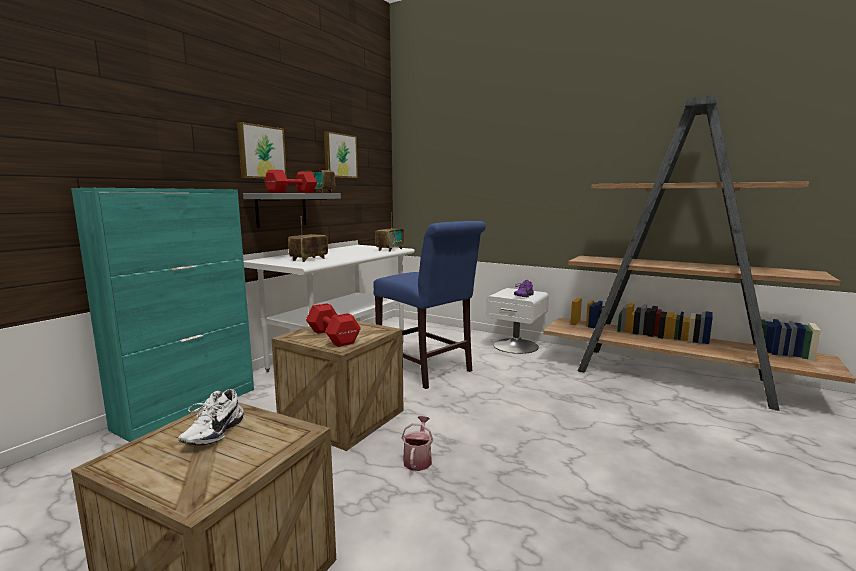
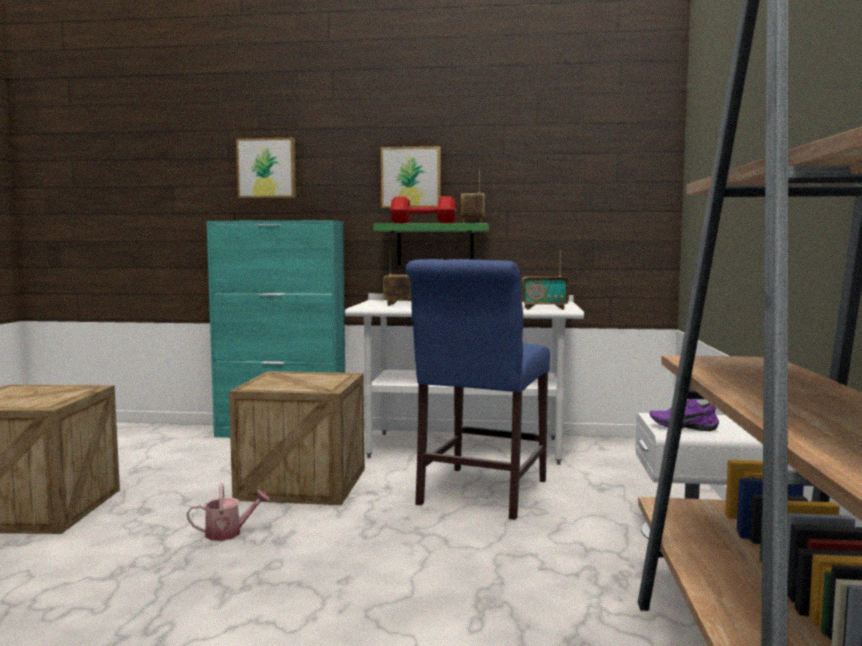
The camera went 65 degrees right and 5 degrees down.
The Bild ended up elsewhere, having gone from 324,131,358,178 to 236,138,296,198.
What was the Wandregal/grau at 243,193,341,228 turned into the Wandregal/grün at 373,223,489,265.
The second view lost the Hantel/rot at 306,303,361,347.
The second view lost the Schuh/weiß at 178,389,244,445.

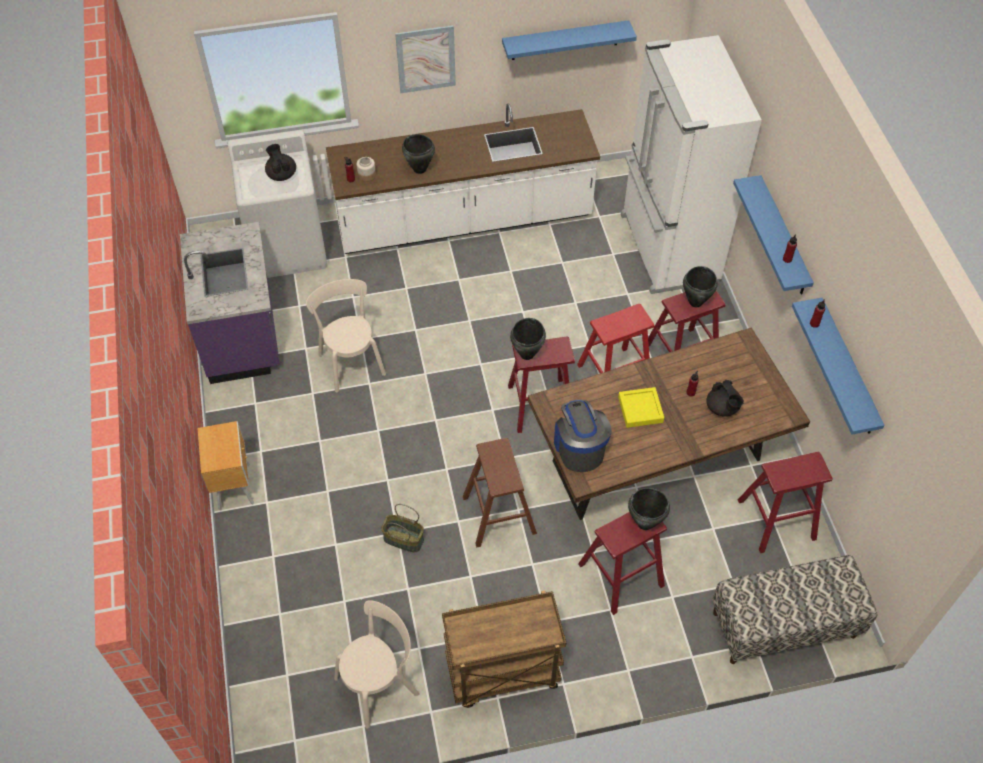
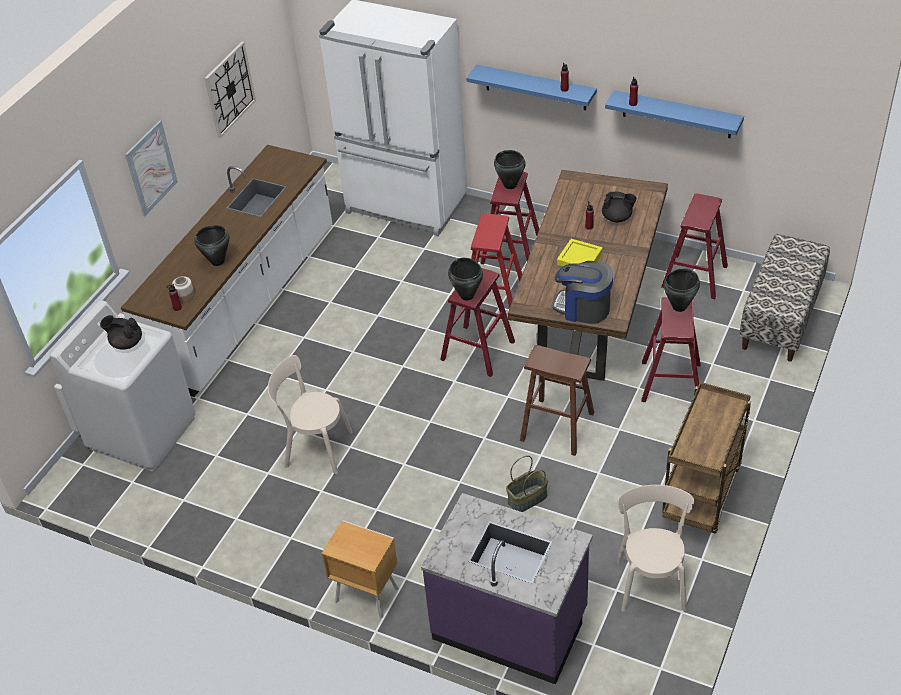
The camera went 50 degrees left and 10 degrees down.
Where the Wandregal/blau hung at 502,20,637,60, the Wanduhr came to hang at 204,42,256,138.
The Küchenzeile/lila ended up elsewhere, having gone from 180,222,280,384 to 421,493,593,685.

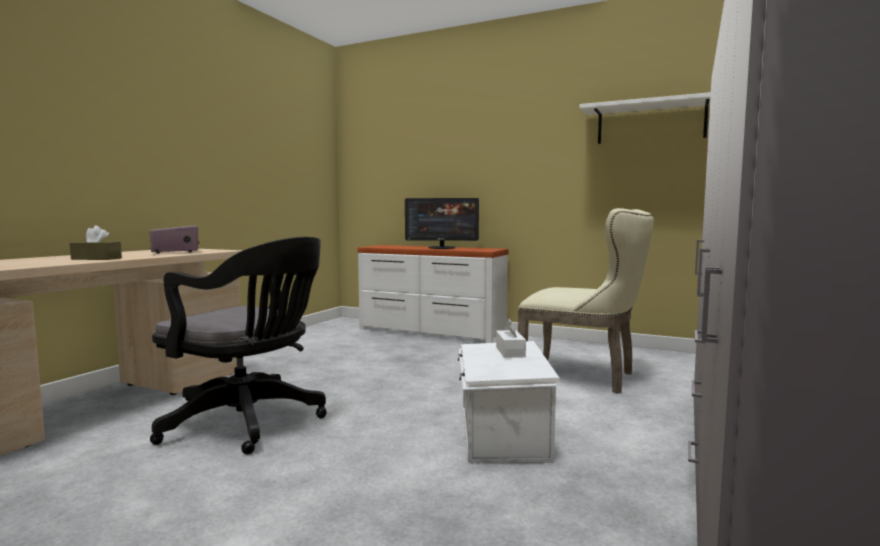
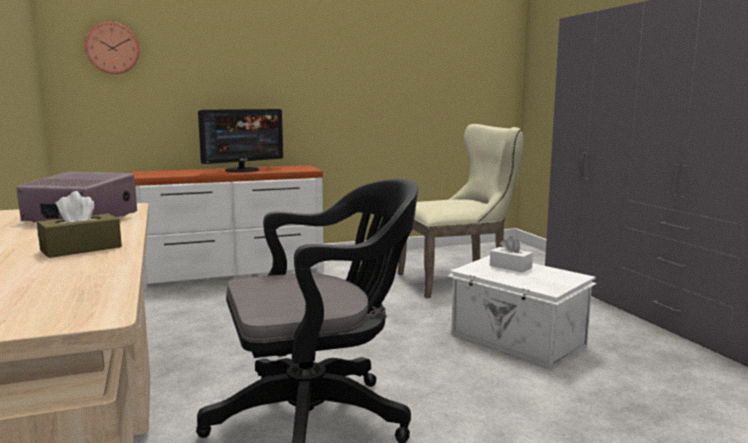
The camera went 45 degrees left and 5 degrees up.
The second view lost the Wandregal/weiß at 579,92,711,144.
The second view gained the Wanduhr at 85,22,139,74.

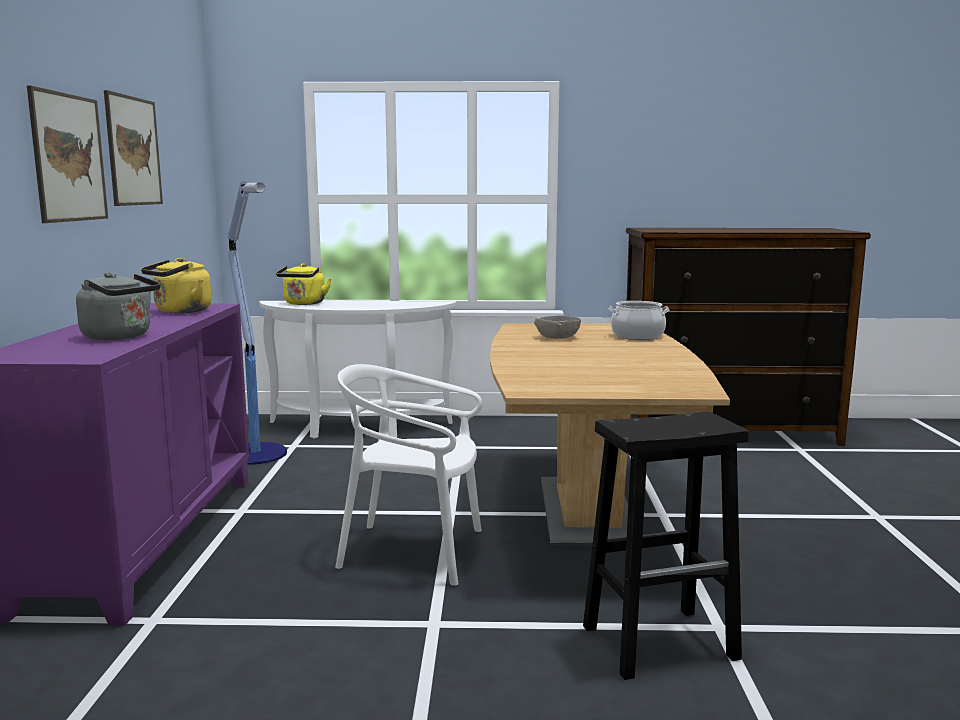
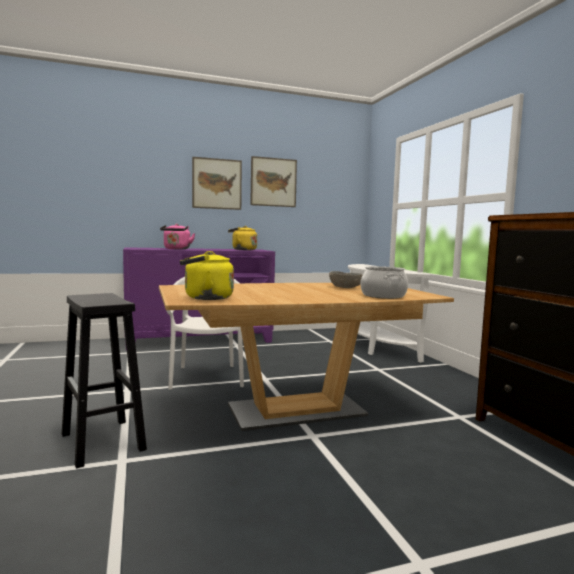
The camera went 70 degrees right and 5 degrees down.
The second view lost the Stehlampe at 228,181,287,465.
The Wasserkessel/gelb ended up elsewhere, having gone from 276,263,332,305 to 180,251,234,300.
What was the Wasserkessel/grau at 76,272,161,340 turned into the Wasserkessel/rosa at 160,224,195,249.

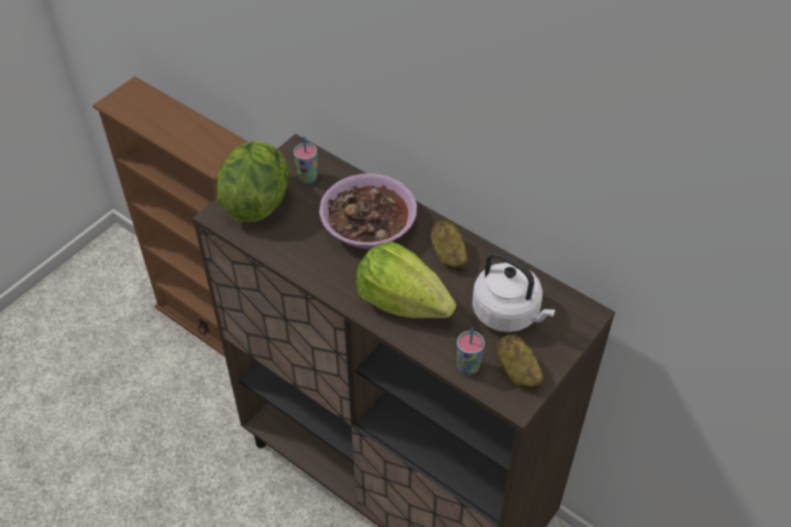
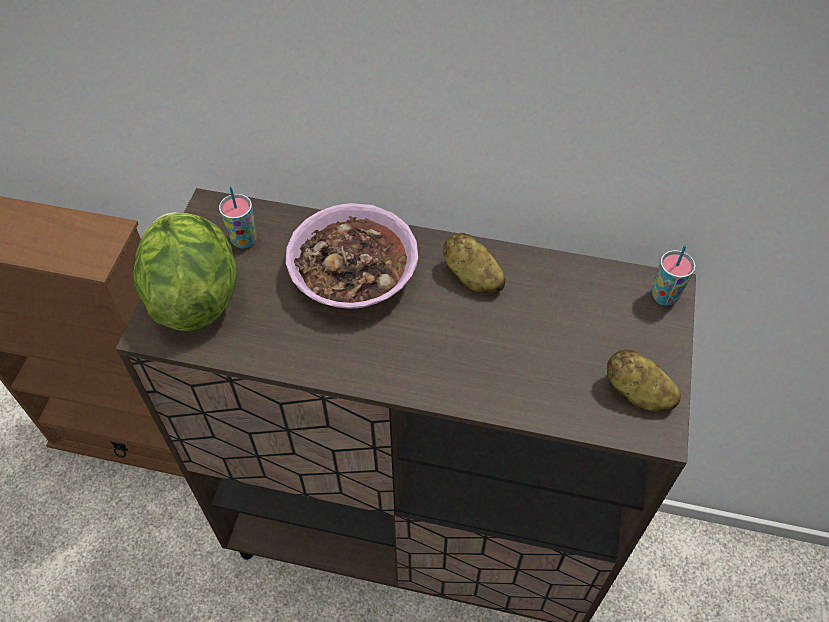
The camera went 25 degrees left and 5 degrees up.
The second view lost the Salatkopf at 356,242,456,318.
The second view lost the Wasserkessel/weiß at 472,252,555,332.
The Tasse ended up elsewhere, having gone from 457,328,485,375 to 652,245,696,306.

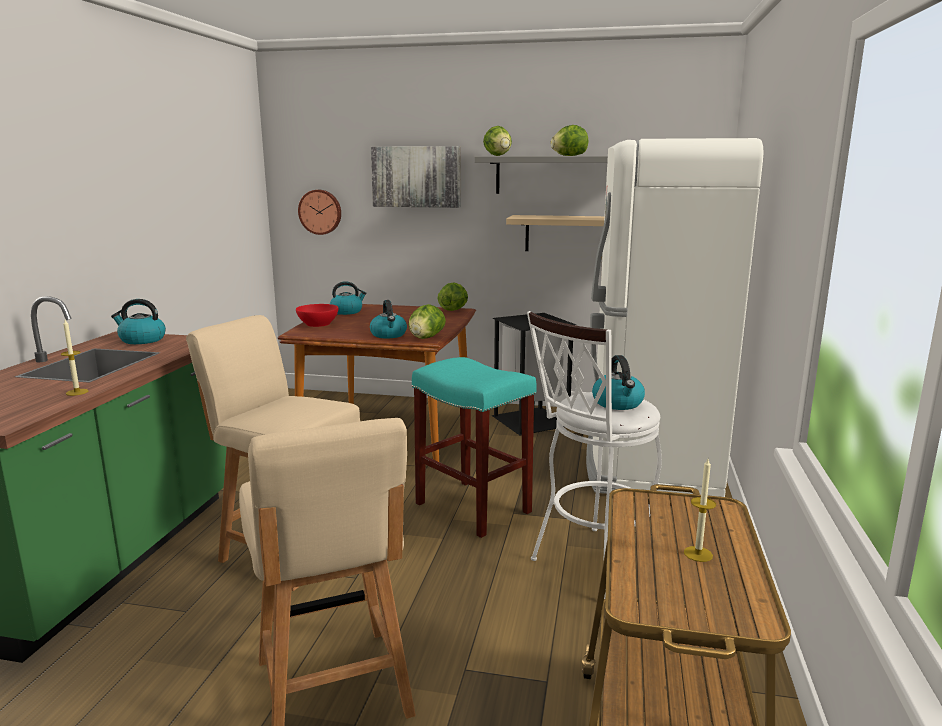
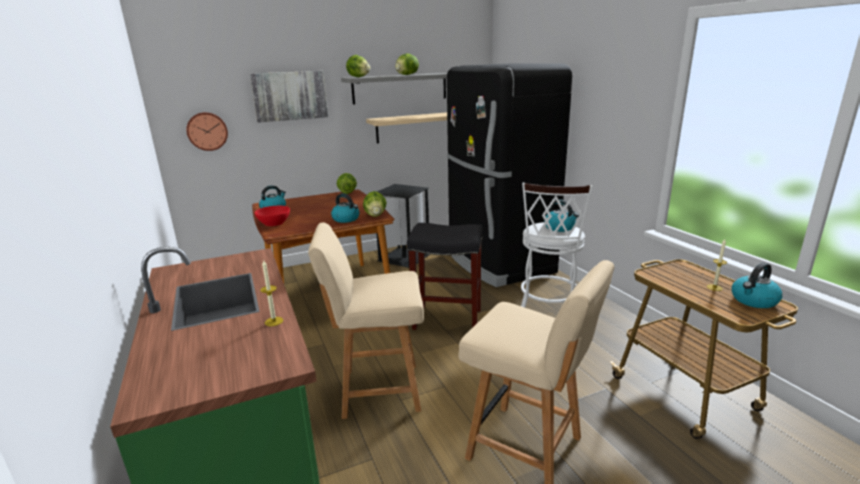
The camera went 35 degrees left and 5 degrees up.
What was the Kühlschrank/weiß at 586,138,763,497 turned into the Kühlschrank/schwarz at 447,63,572,287.
The Wasserkessel ended up elsewhere, having gone from 111,299,166,344 to 732,263,782,308.
What was the Hocker/türkis at 412,357,537,538 turned into the Hocker/schwarz at 407,223,483,330.

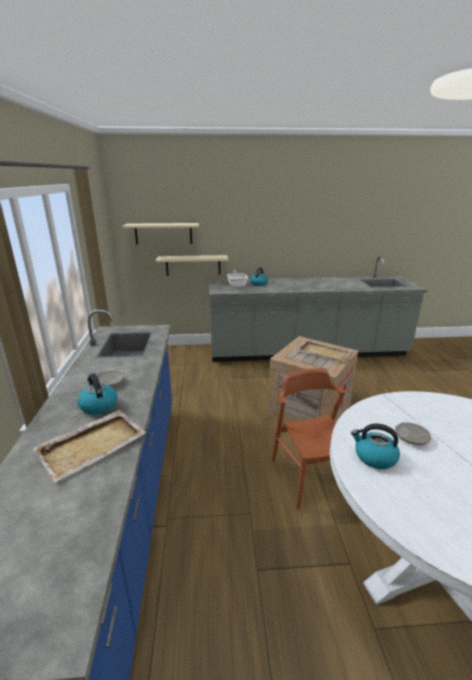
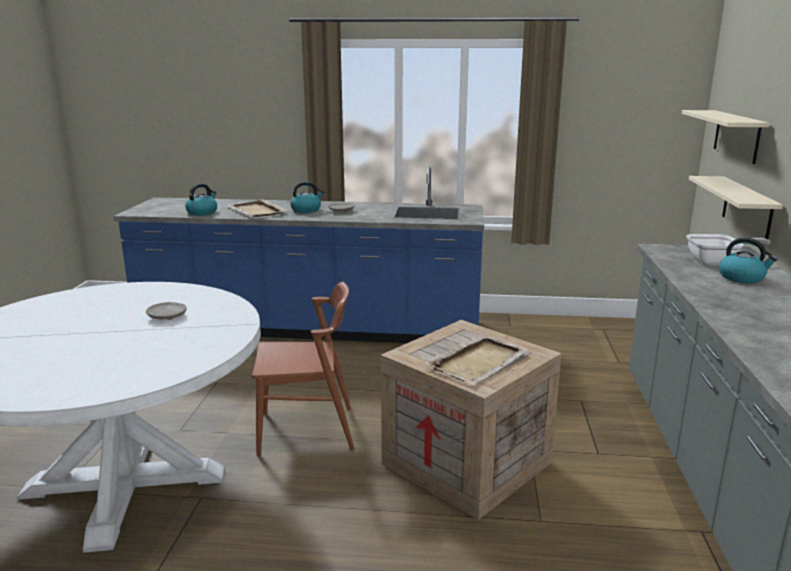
The camera went 100 degrees right and 5 degrees down.
The Wasserkessel ended up elsewhere, having gone from 351,423,400,469 to 185,183,217,216.

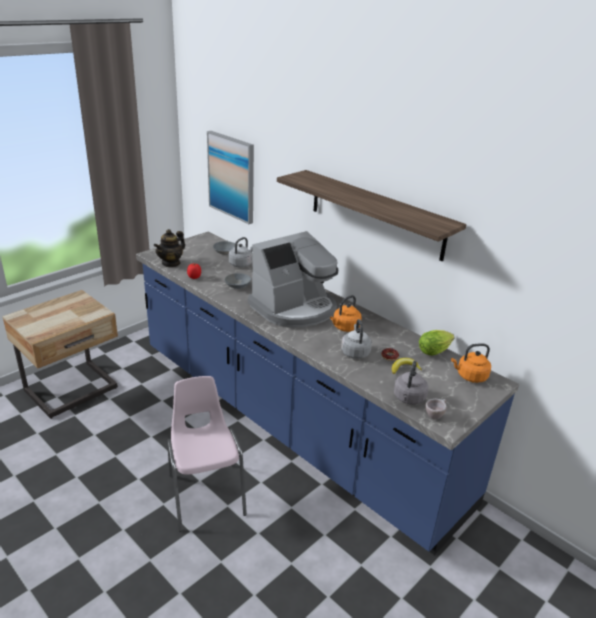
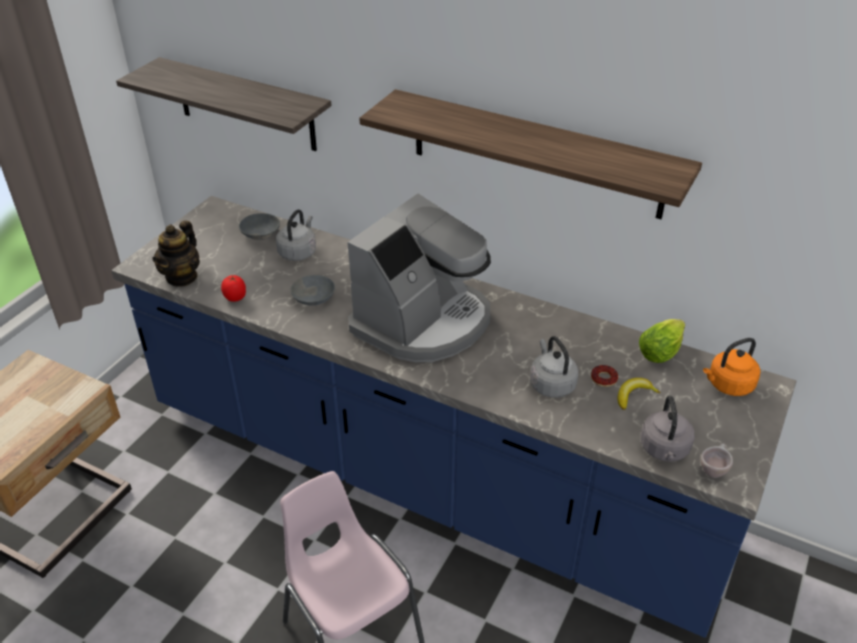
The camera went 15 degrees left and 10 degrees up.
Where the Bild hung at 207,131,254,224, the Wandregal came to hang at 116,57,331,151.
The second view lost the Wasserkessel/orange at 330,295,362,332.

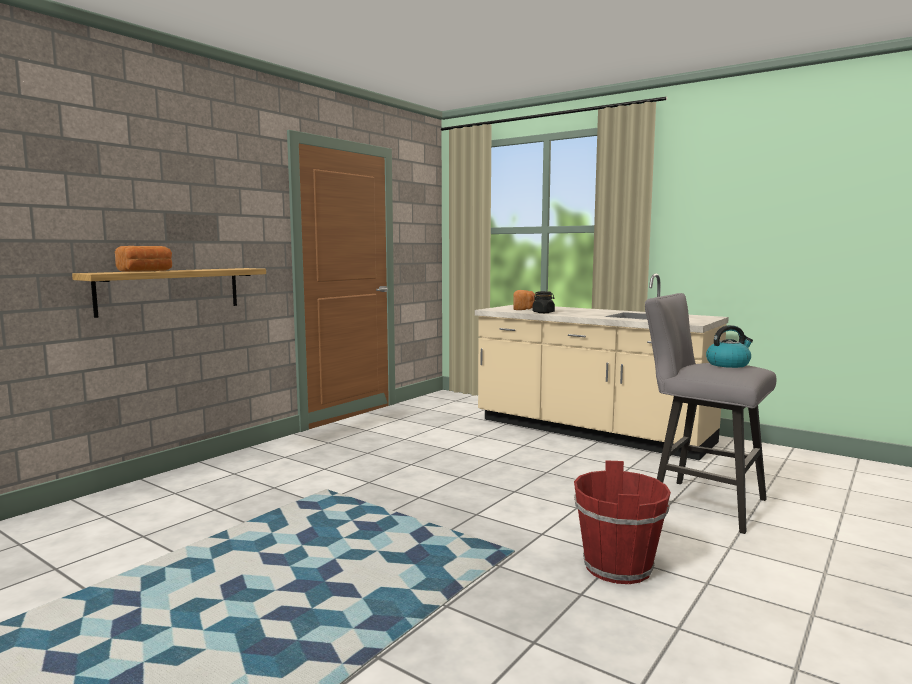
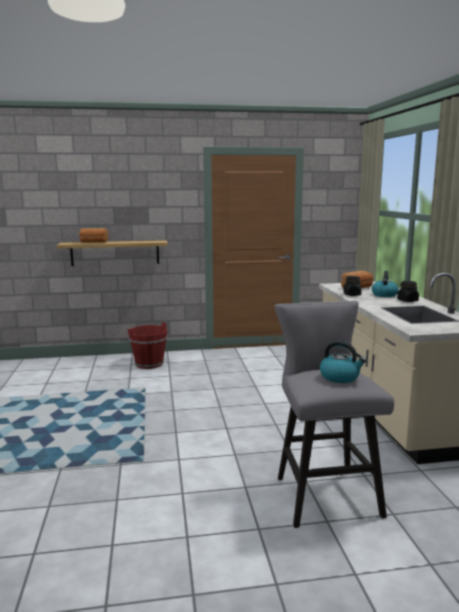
The camera went 45 degrees right and 5 degrees up.
The Eimer/rot ended up elsewhere, having gone from 574,460,671,584 to 128,322,168,369.
The second view gained the Wasserkessel at 372,271,399,297.
The second view gained the Vorratsglas/schwarz at 397,281,419,302.

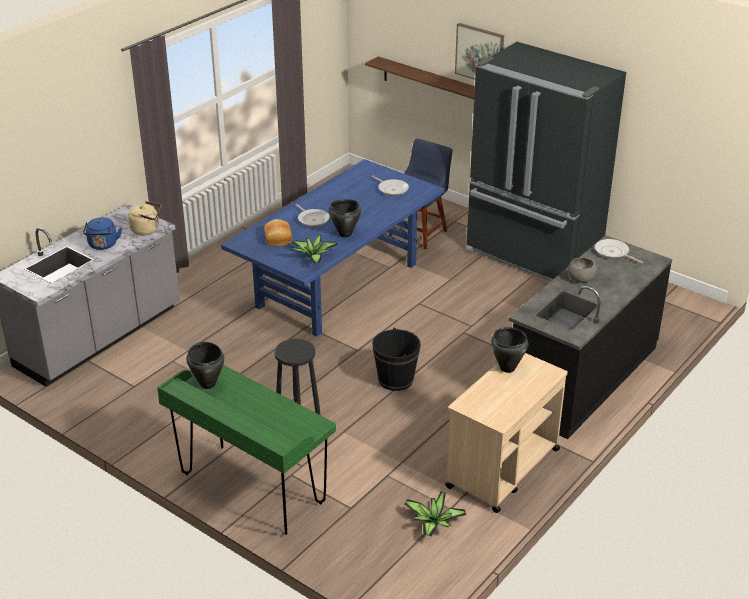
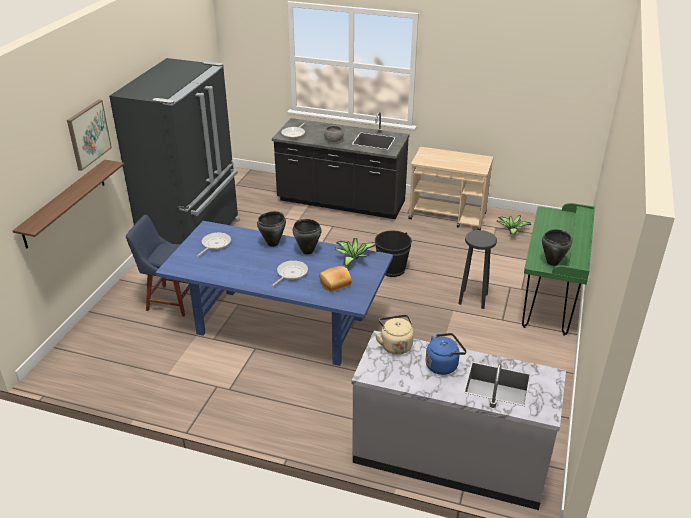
The camera went 110 degrees left and 0 degrees up.
The Kochtopf/schwarz ended up elsewhere, having gone from 491,327,528,373 to 257,211,286,247.

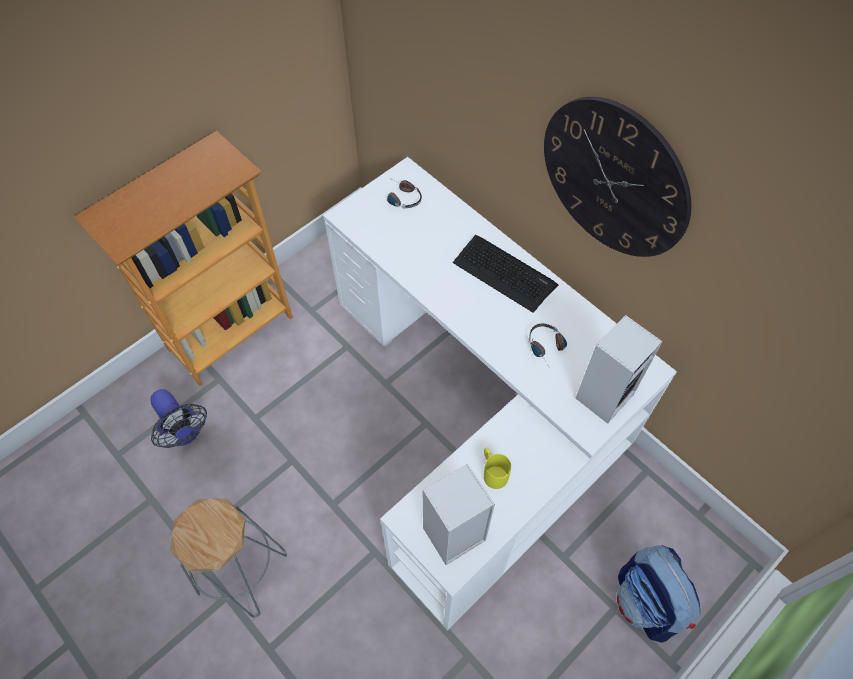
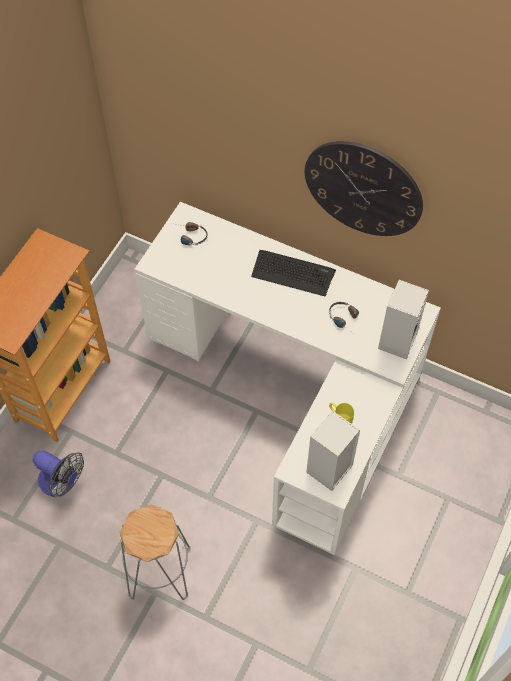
The camera went 20 degrees left and 0 degrees up.
The second view lost the Rucksack at 616,545,700,643.

